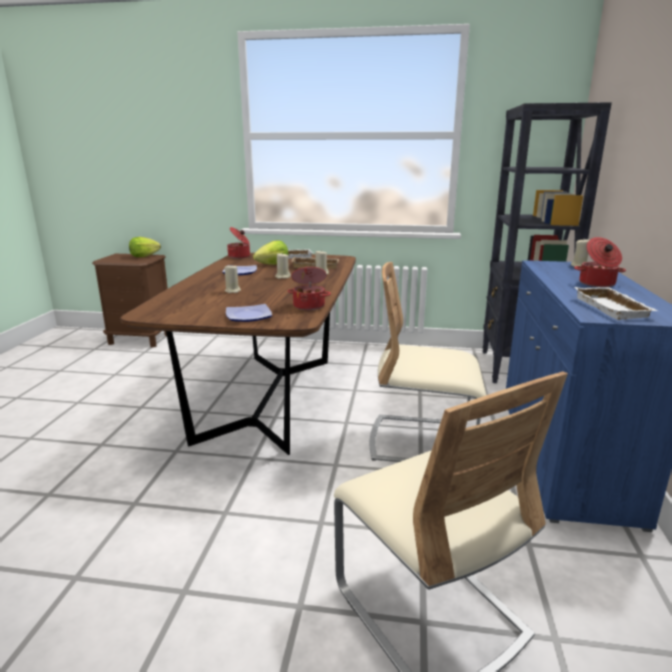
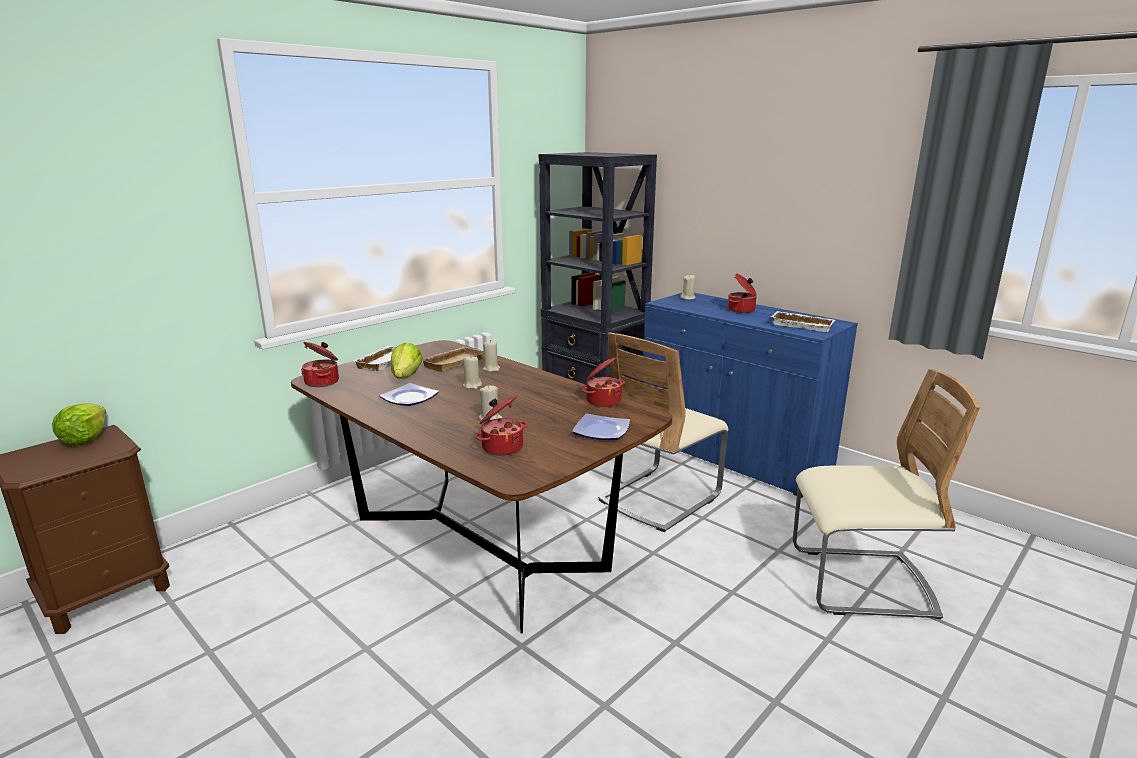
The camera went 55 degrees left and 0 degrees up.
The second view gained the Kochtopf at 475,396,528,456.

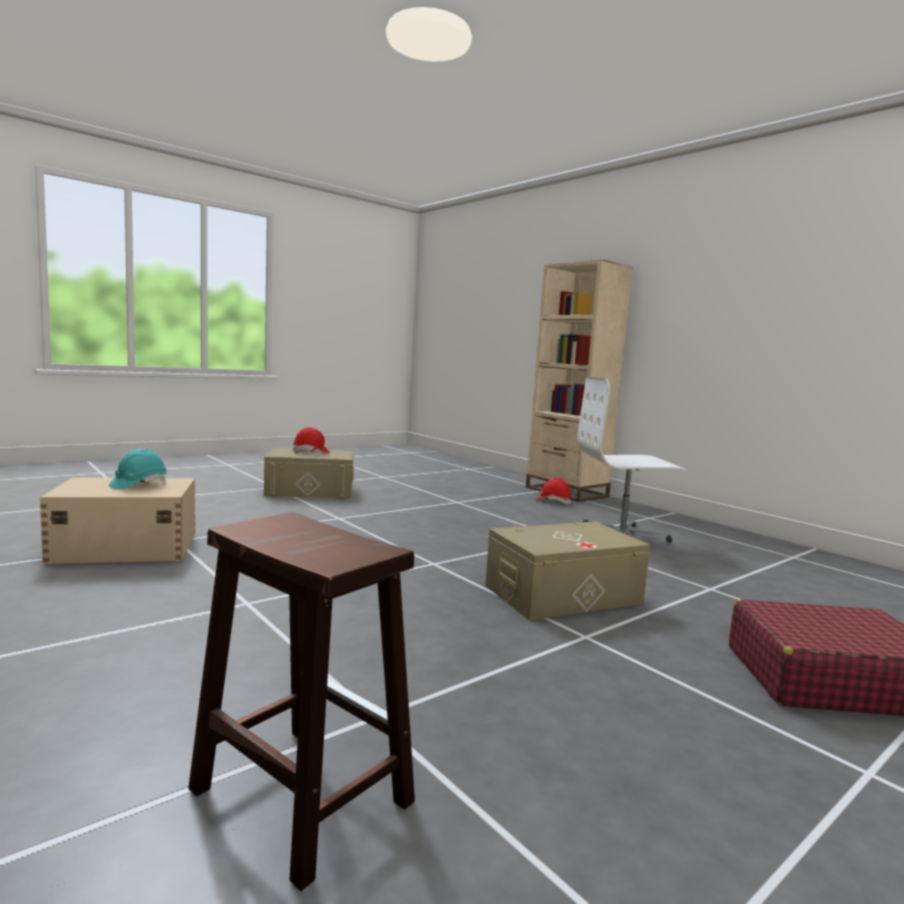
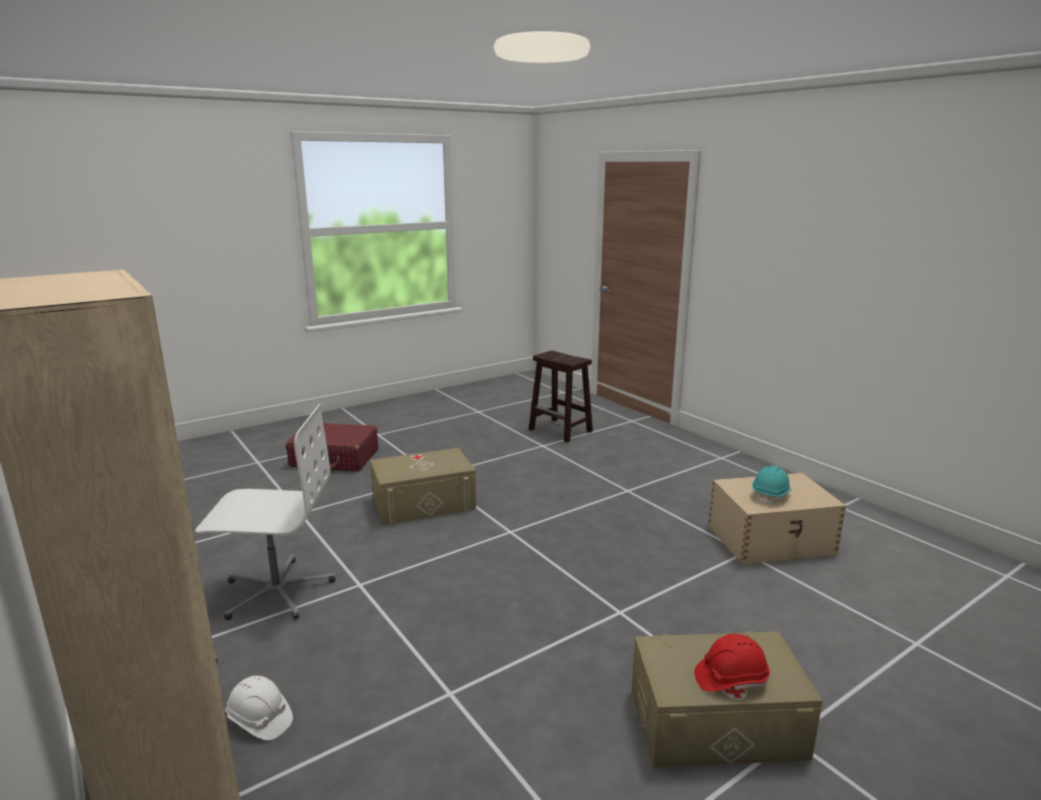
The camera went 175 degrees left and 10 degrees up.
What was the Schutzhelm/rot at 536,478,572,504 turned into the Schutzhelm/weiß at 226,676,293,740.

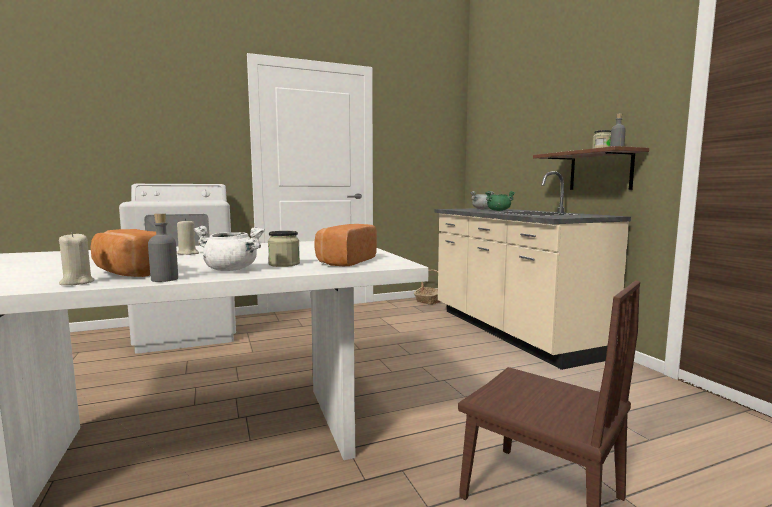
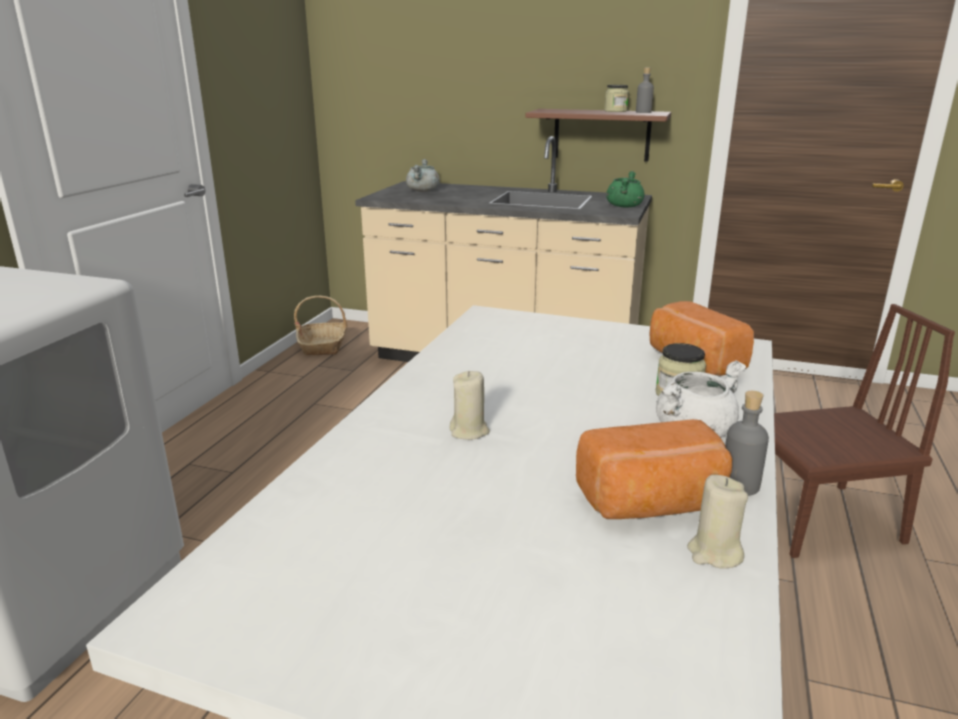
The camera went 50 degrees left and 15 degrees up.
The Kochtopf/grün ended up elsewhere, having gone from 485,191,515,211 to 606,171,645,207.

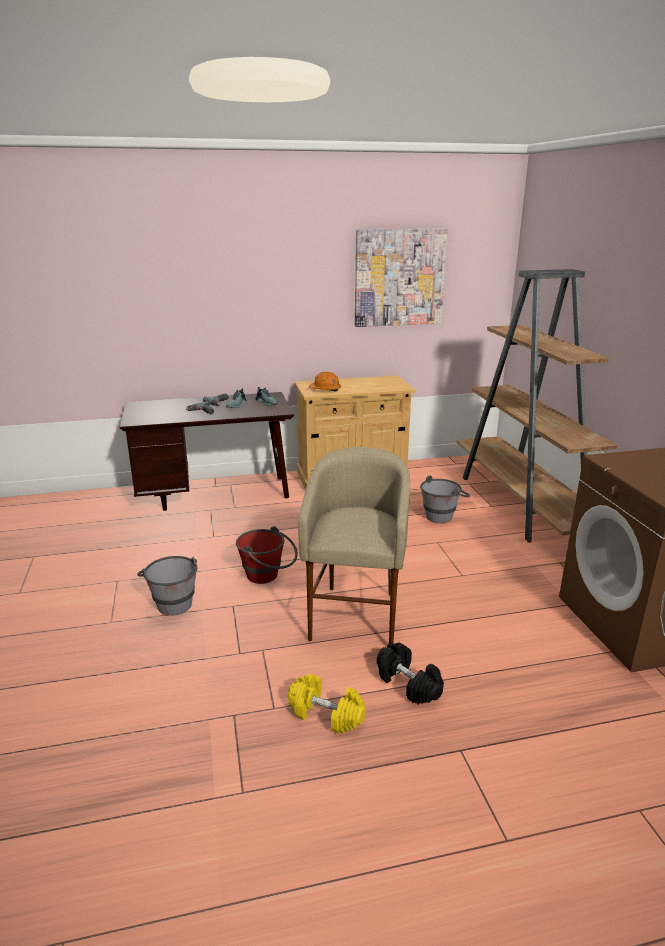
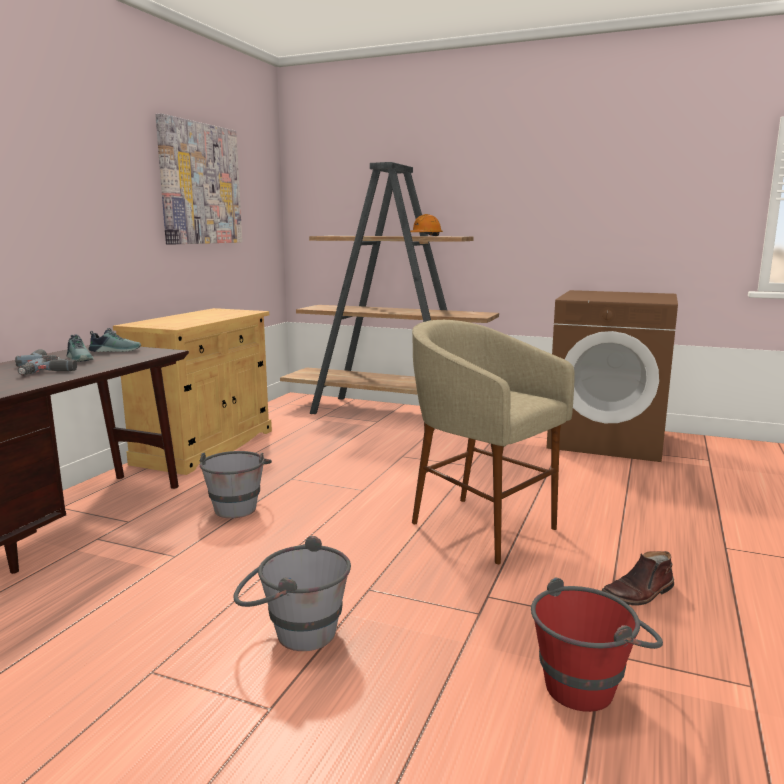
The camera went 55 degrees left and 10 degrees down.
The Schutzhelm/orange ended up elsewhere, having gone from 309,372,341,392 to 410,214,443,236.
The Eimer/grau ended up elsewhere, having gone from 420,475,470,523 to 199,451,272,518.
The Eimer/rot ended up elsewhere, having gone from 236,526,298,584 to 531,578,663,712.
The second view lost the Hantel/schwarz at 377,642,444,704.
Where the Hantel/gelb stood at 288,674,366,734, the Stiefel/braun came to stand at 602,551,674,606.

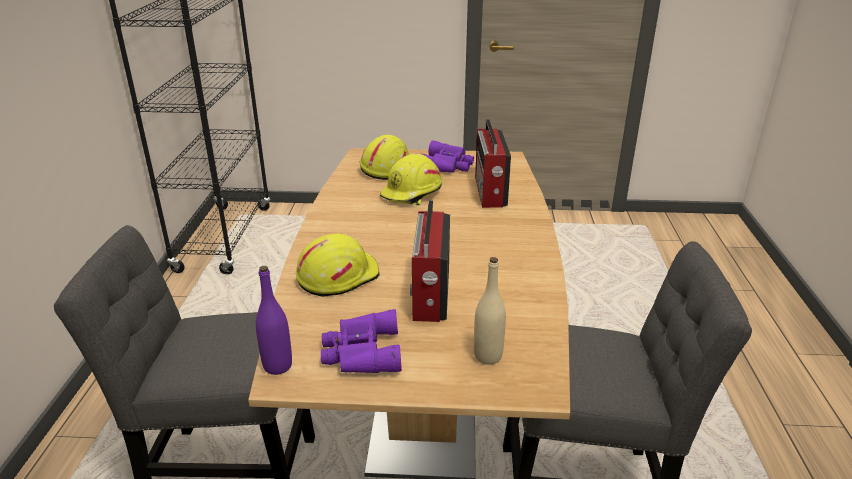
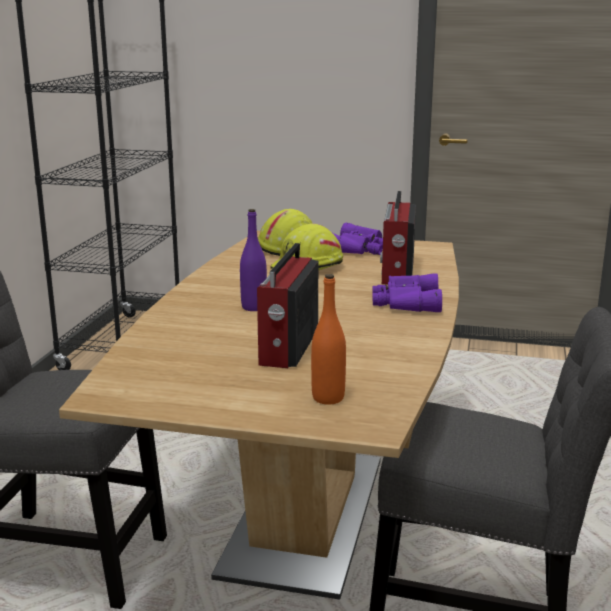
The camera went 10 degrees right and 10 degrees down.
The second view lost the Schutzhelm/gelb at 296,234,380,297.
What was the Flasche/beige at 474,257,506,365 turned into the Flasche/orange at 311,274,346,404.
The Flasche/lila ended up elsewhere, having gone from 256,266,292,375 to 240,209,267,311.
The Fernglas/lila ended up elsewhere, having gone from 321,309,402,373 to 372,273,442,312.

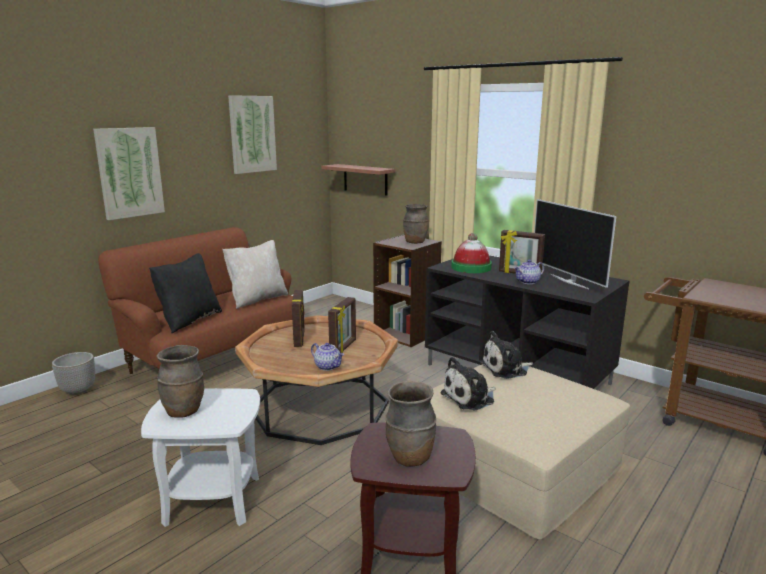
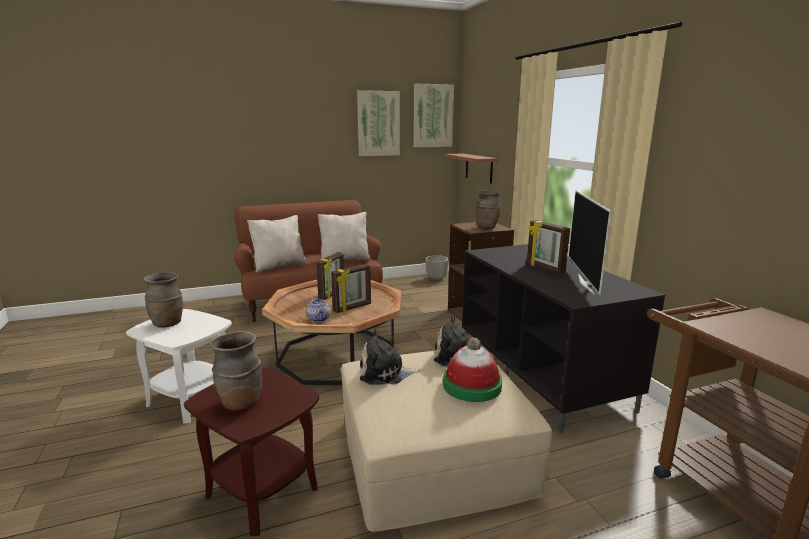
The camera went 30 degrees right and 0 degrees up.
The Bild ended up elsewhere, having gone from 93,127,165,220 to 414,84,454,147.
The Hut ended up elsewhere, having gone from 451,233,492,273 to 443,338,502,402.
What was the Kissen/schwarz at 149,253,222,333 turned into the Kissen/beige at 247,215,307,273.
The second view lost the Teekanne at 514,260,544,284.
The Pflanzkübel ended up elsewhere, having gone from 52,352,95,395 to 425,255,449,281.

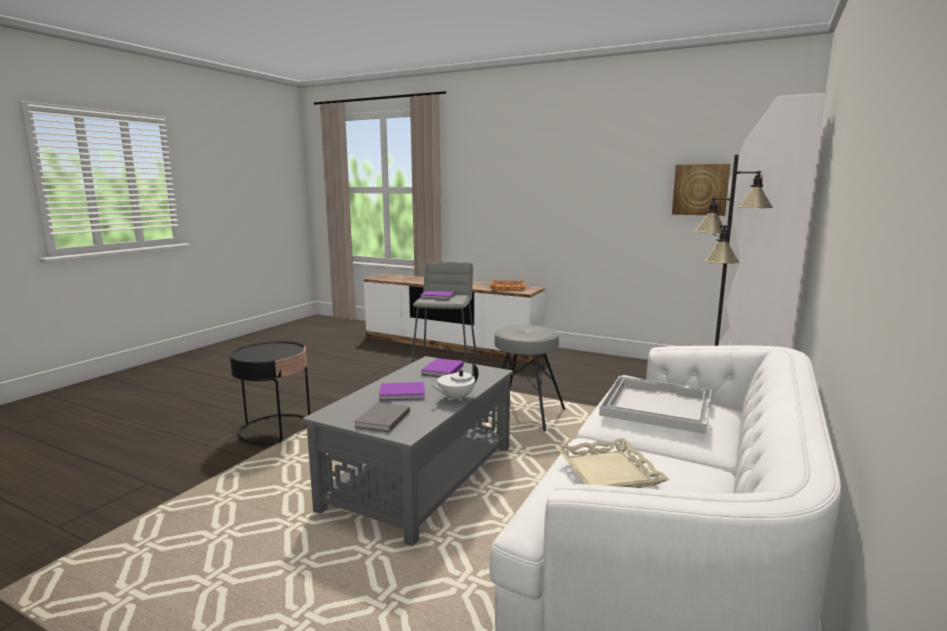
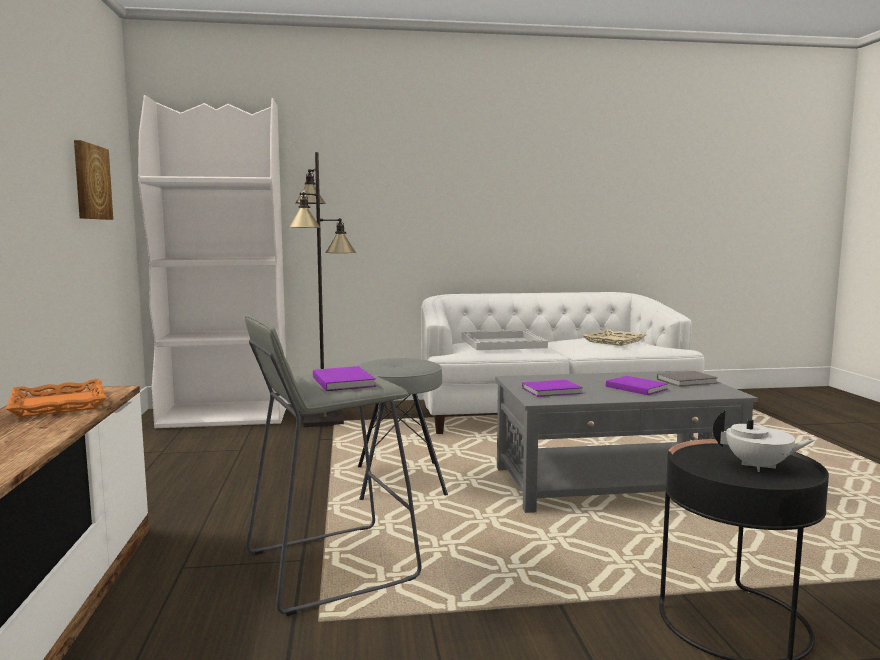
The camera went 125 degrees left and 5 degrees down.
The Teekanne/weiß ended up elsewhere, having gone from 431,363,478,401 to 713,410,815,472.

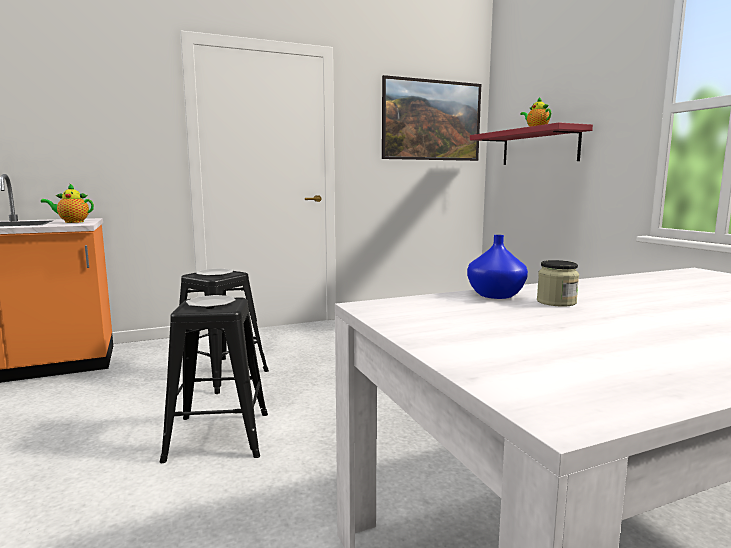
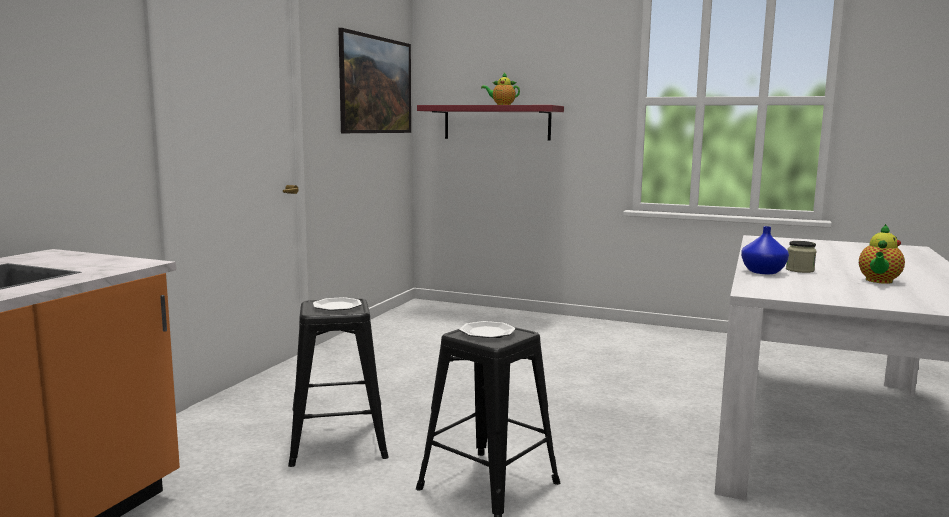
The camera went 45 degrees left and 0 degrees up.
The Teekanne ended up elsewhere, having gone from 41,183,94,223 to 859,224,905,284.

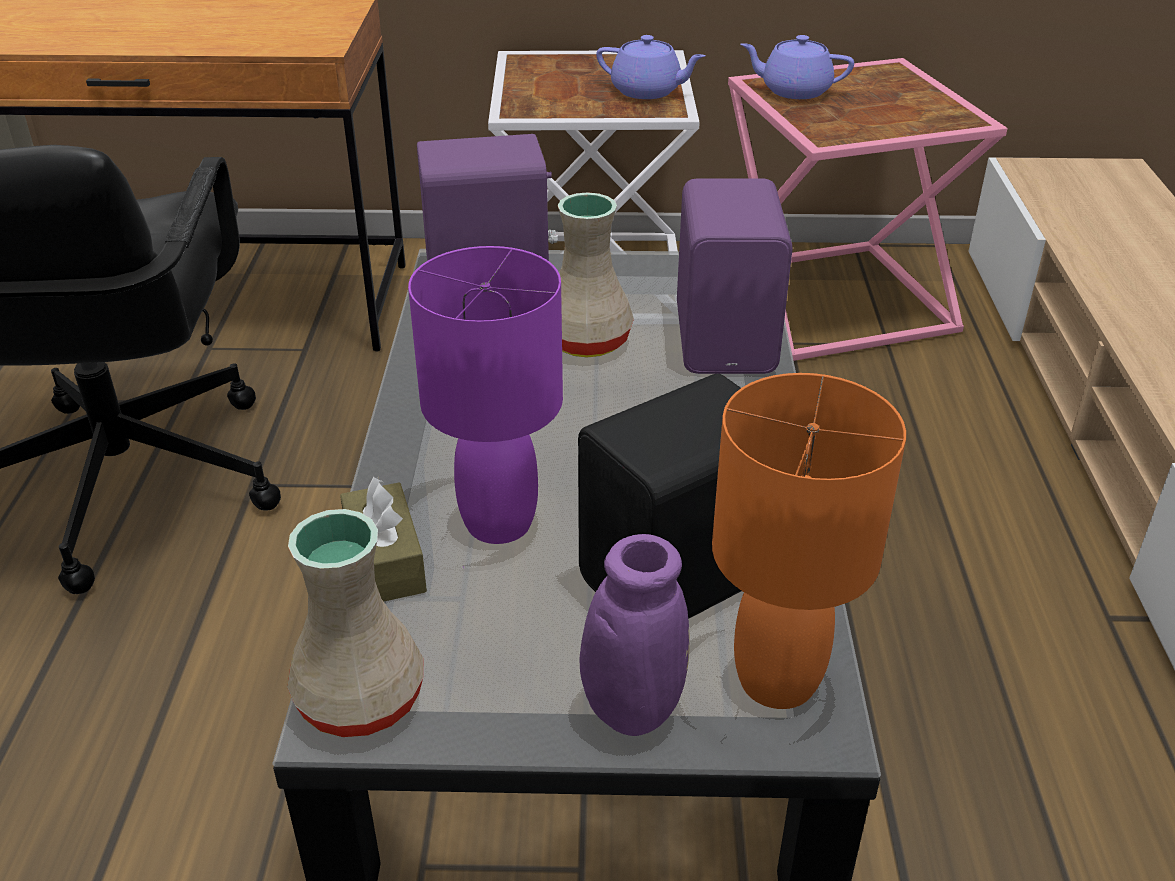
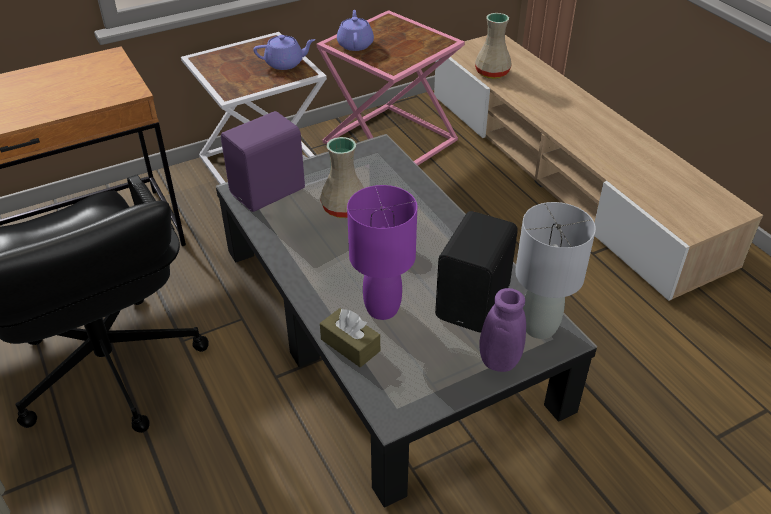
The camera went 30 degrees left and 5 degrees up.
The Teekanne/lila at 740,35,854,99 ended up facing another way, 105 degrees clockwise from before.
The second view lost the Lautsprecher/lila at 677,178,793,374.
What was the Tischlampe/orange at 712,373,906,709 turned into the Tischlampe/grau at 515,202,596,339.
The Vase/beige ended up elsewhere, having gone from 287,509,423,737 to 475,13,512,79.

